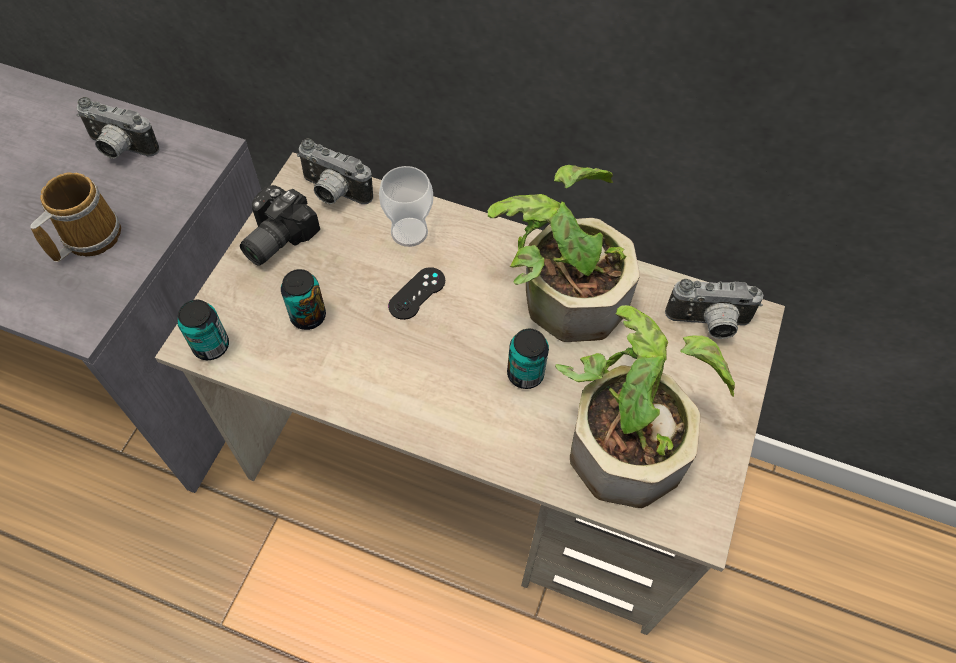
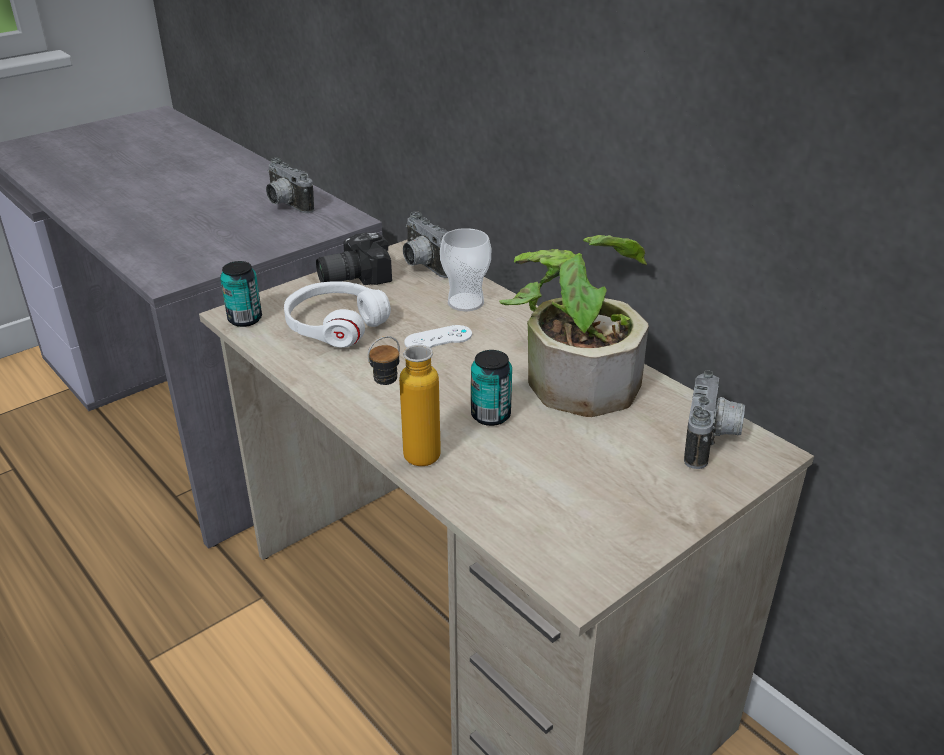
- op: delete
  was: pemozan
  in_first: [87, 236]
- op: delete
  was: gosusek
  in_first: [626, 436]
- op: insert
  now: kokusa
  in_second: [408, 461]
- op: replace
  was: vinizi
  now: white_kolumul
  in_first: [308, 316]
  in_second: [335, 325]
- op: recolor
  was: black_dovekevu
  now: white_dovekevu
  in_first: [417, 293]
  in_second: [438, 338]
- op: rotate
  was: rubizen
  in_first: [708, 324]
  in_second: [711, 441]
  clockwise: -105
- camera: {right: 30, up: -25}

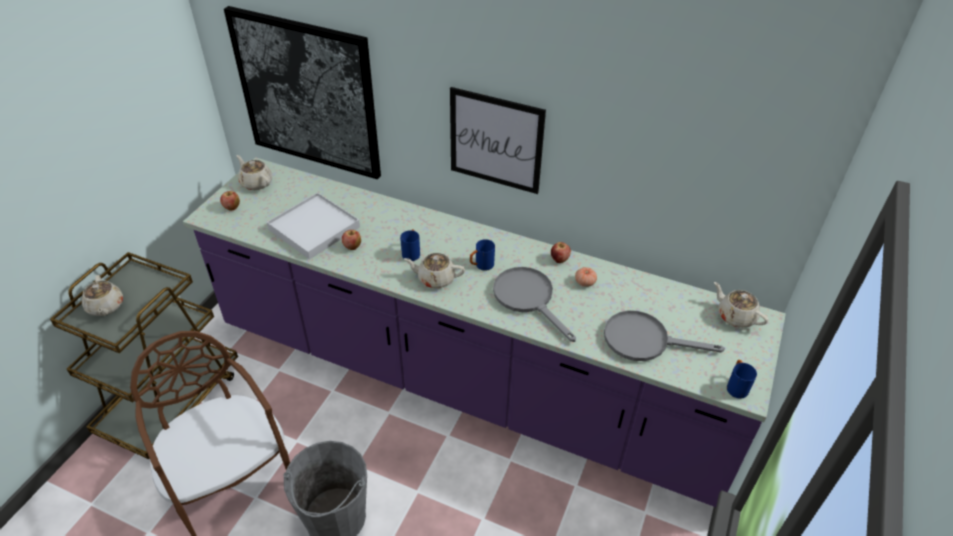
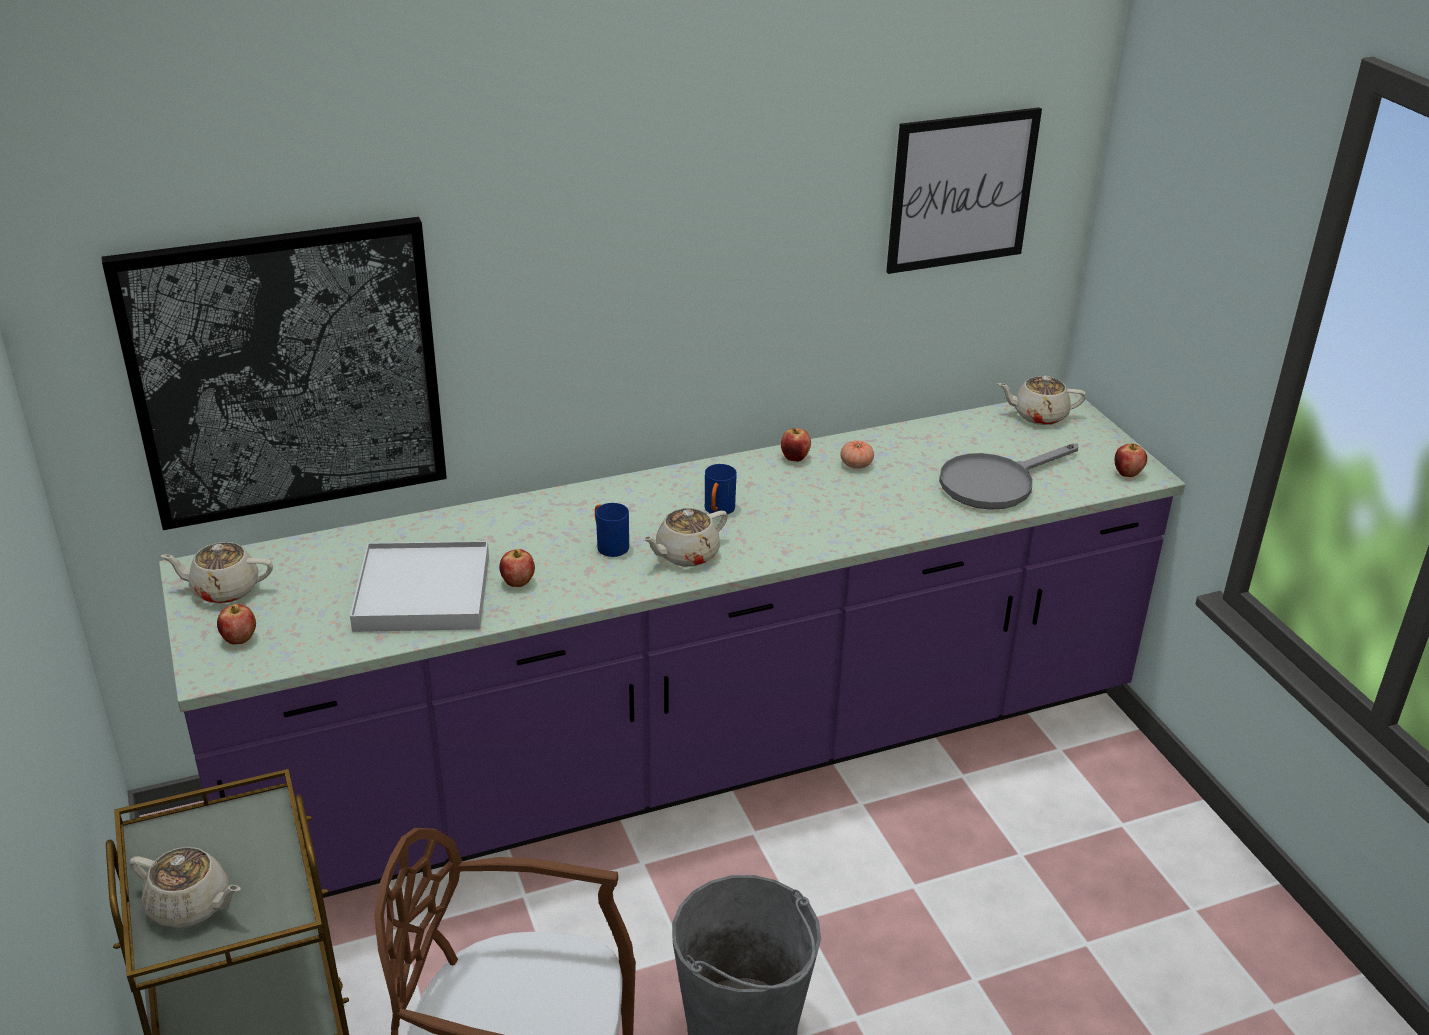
- op: delete
  was: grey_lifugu
  in_first: [528, 298]
- op: move
  was: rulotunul
  in_first: [496, 141]
  in_second: [961, 190]
- op: replace
  was: blue_pemozan
  now: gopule
  in_first: [736, 386]
  in_second: [1127, 474]
- camera: {right: -45, up: -10}

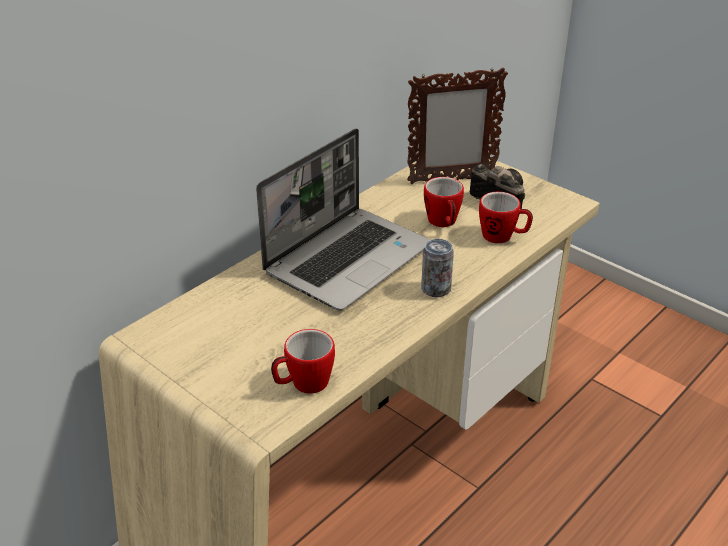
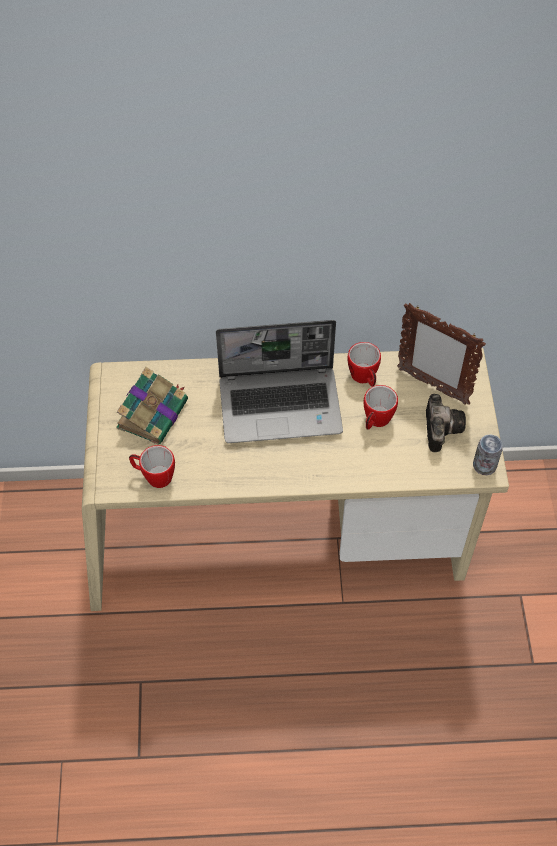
- op: insert
  now: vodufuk
  in_second: [153, 413]
- op: move
  was: vinizi
  in_first: [436, 289]
  in_second: [484, 465]
- op: move
  was: pemozan
  in_first: [503, 237]
  in_second: [364, 378]
- camera: {right: 45, up: 20}

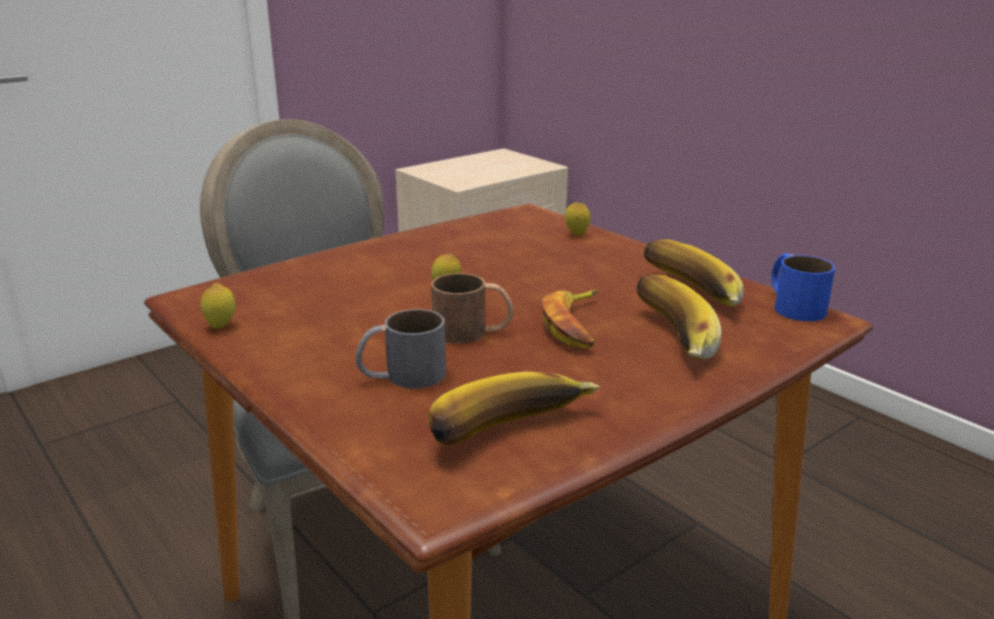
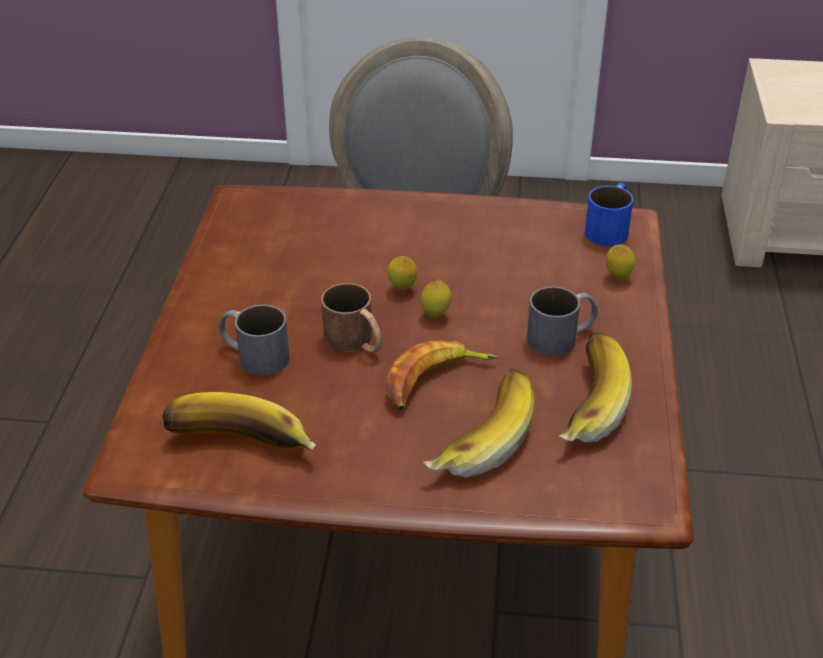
- op: insert
  now: grey_pemozan
  in_second: [562, 336]
- op: move
  was: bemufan
  in_first: [221, 326]
  in_second: [435, 315]
- op: move
  was: blue_pemozan
  in_first: [792, 305]
  in_second: [610, 228]
- camera: {right: 45, up: 15}

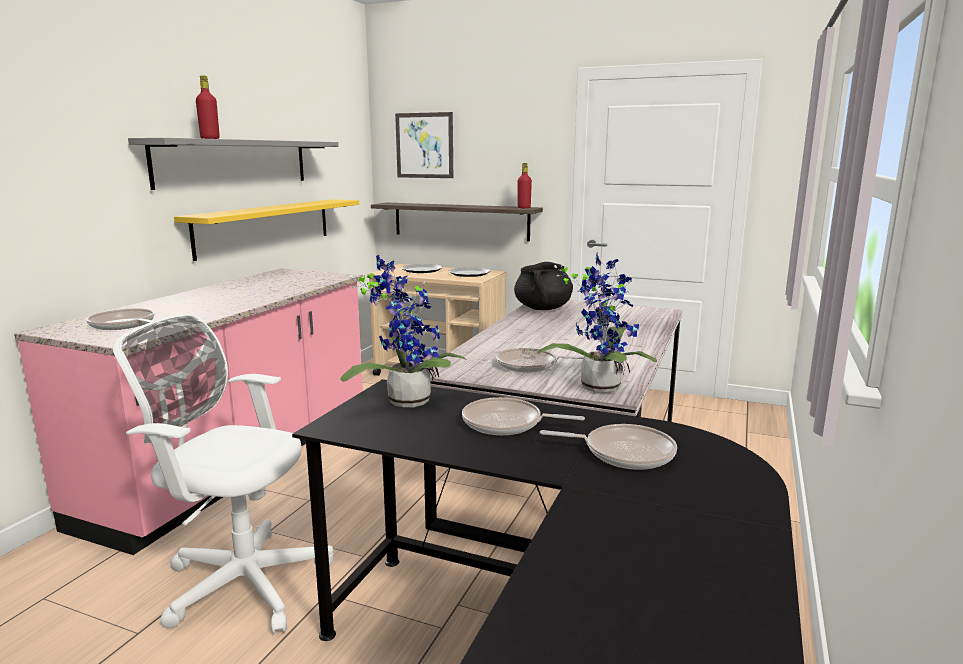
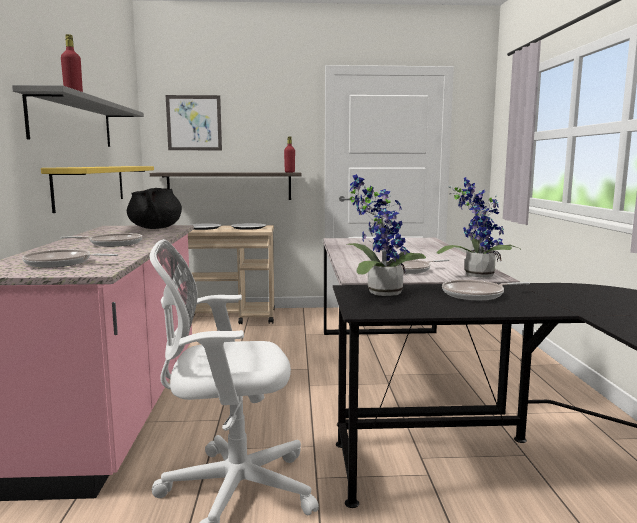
- op: move
  was: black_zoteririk
  in_first: [543, 308]
  in_second: [155, 228]
- op: move
  was: lifugu
  in_first: [623, 453]
  in_second: [112, 244]
- camera: {right: -25, up: -5}

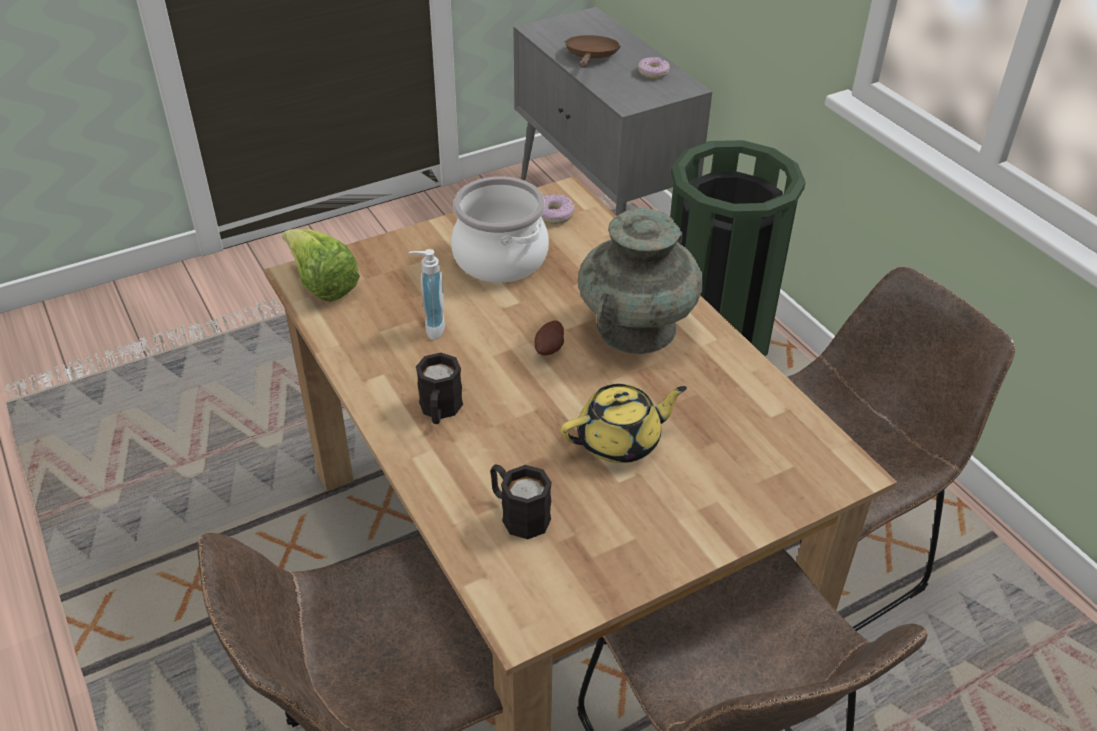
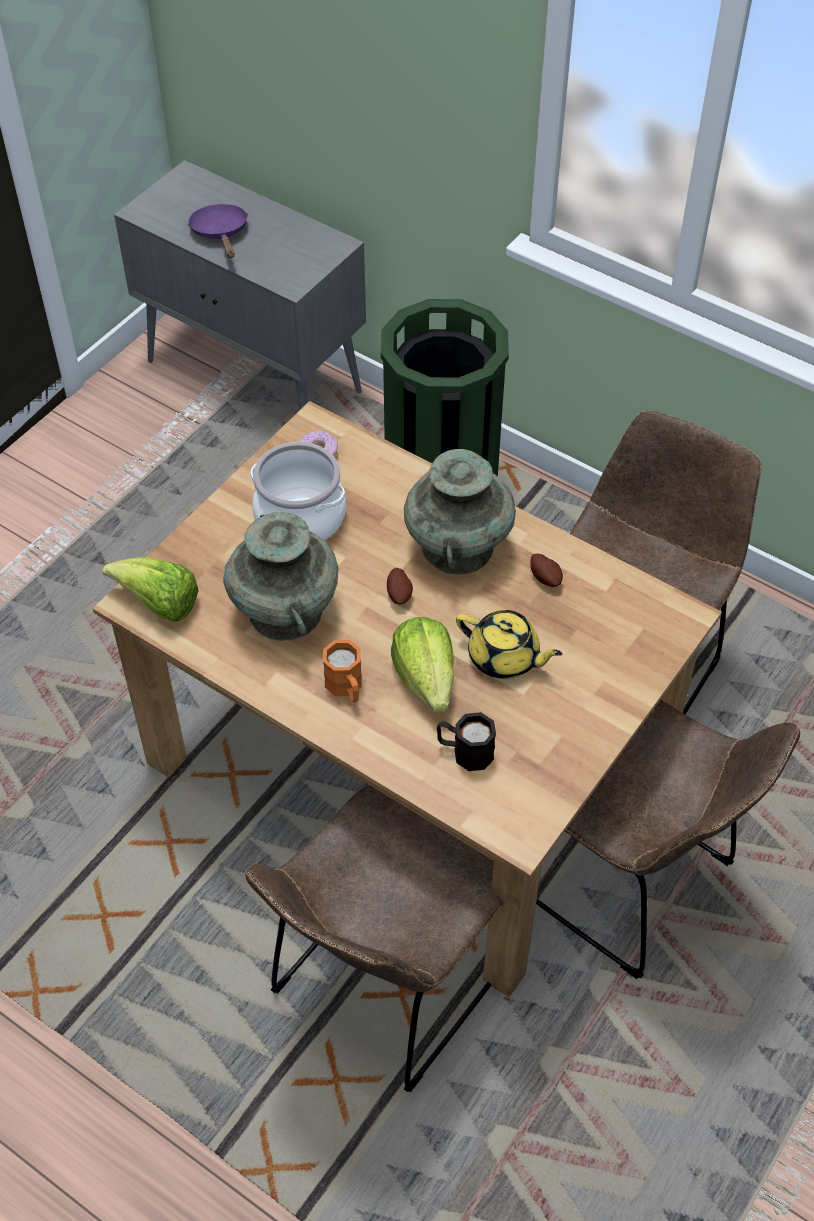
- op: delete
  was: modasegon
  in_first: [653, 72]
- op: insert
  now: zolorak
  in_second: [426, 679]
- op: insert
  now: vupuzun
  in_second: [546, 578]
- op: replace
  was: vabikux
  now: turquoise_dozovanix
  in_first: [430, 327]
  in_second: [285, 611]
- op: recolor
  was: black_pemozan
  now: orange_pemozan
  in_first: [439, 410]
  in_second: [346, 687]
- op: recolor
  was: brown_lifugu
  now: purple_lifugu
  in_first: [591, 57]
  in_second: [220, 233]
- op: rotate
  was: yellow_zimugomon
  in_first: [620, 441]
  in_second: [505, 658]
  clockwise: 75
- camera: {right: -25, up: 10}

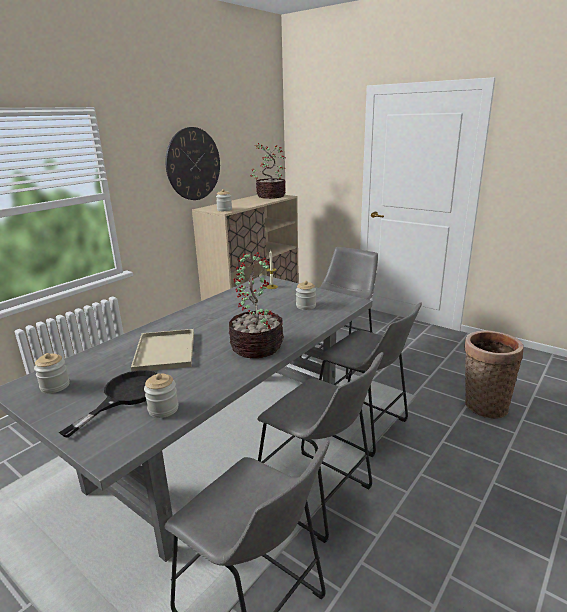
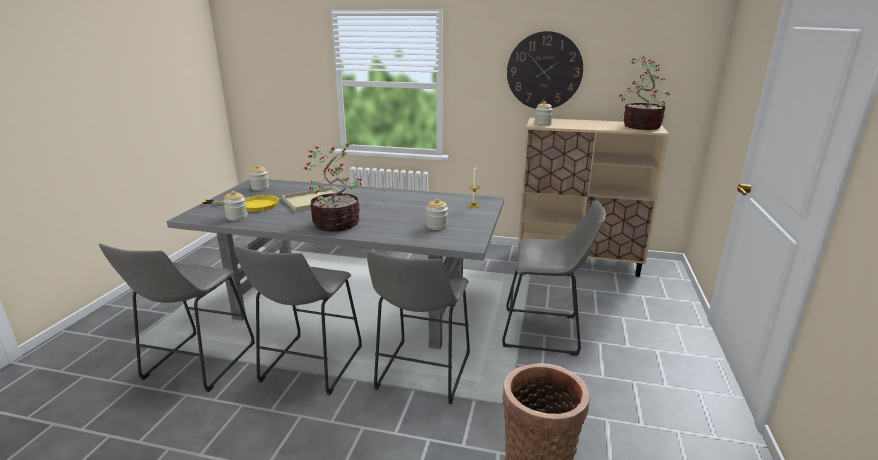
- op: recolor
  was: black_lifugu
  now: yellow_lifugu
  in_first: [125, 396]
  in_second: [251, 205]
- camera: {right: 65, up: 0}

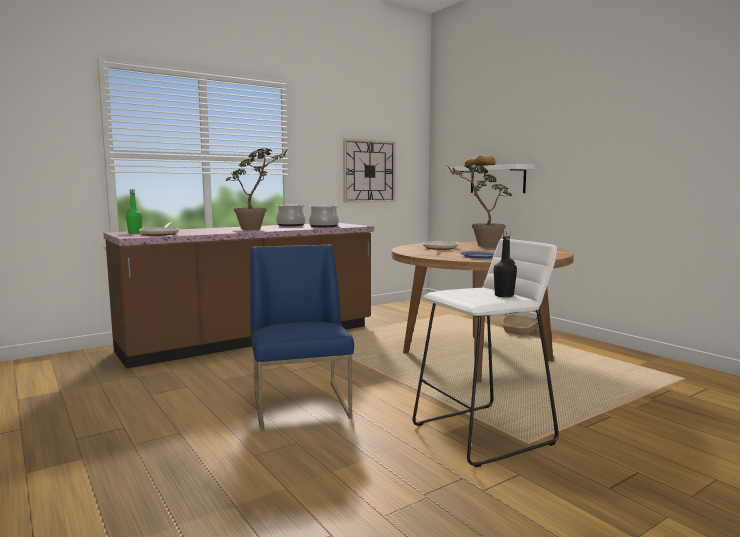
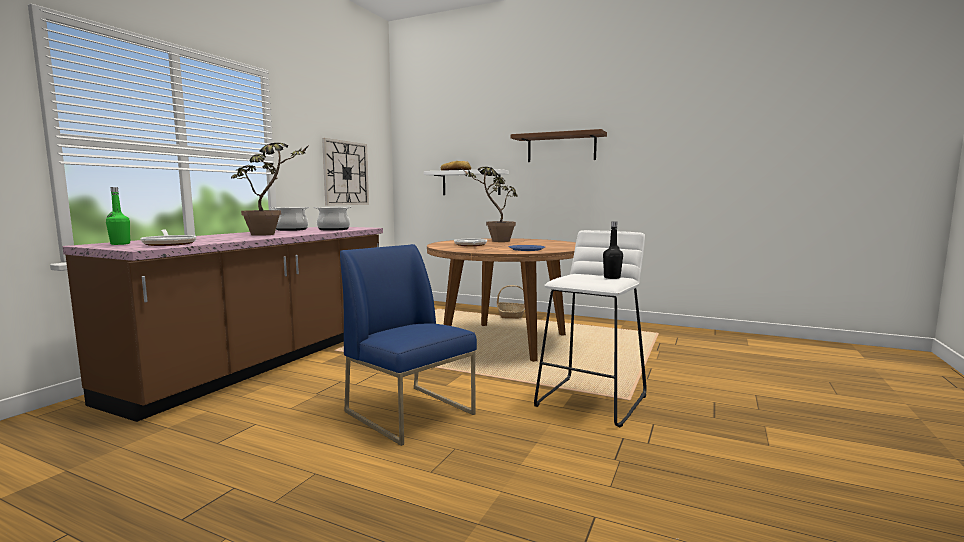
- op: insert
  now: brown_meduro
  in_second: [561, 147]
- camera: {right: -30, up: 0}

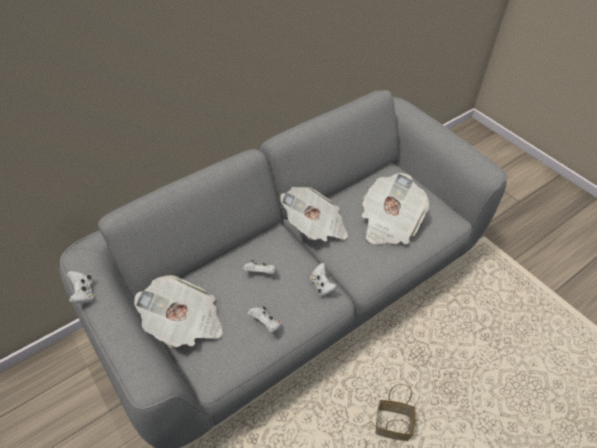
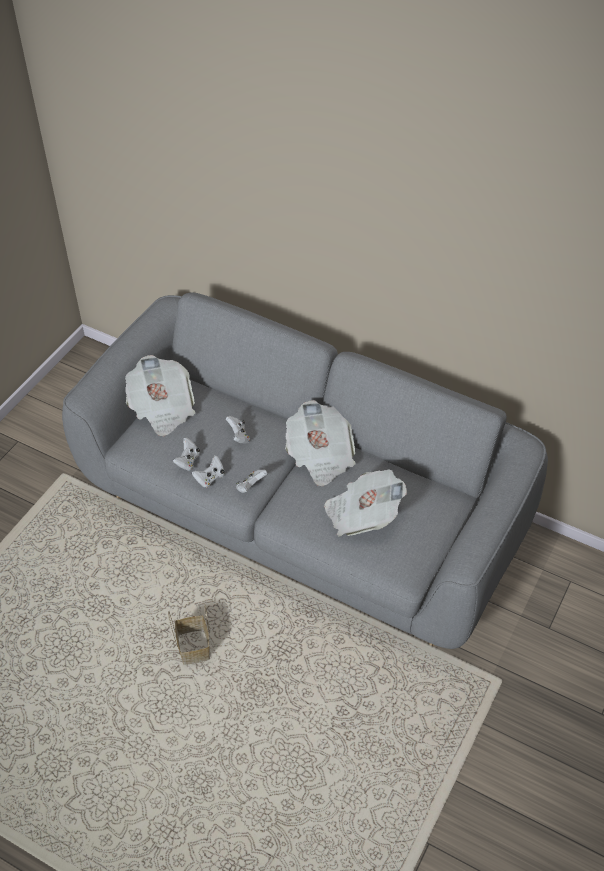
- op: move
  was: white_dovekevu
  in_first: [84, 293]
  in_second: [210, 478]
- camera: {right: 65, up: 0}

